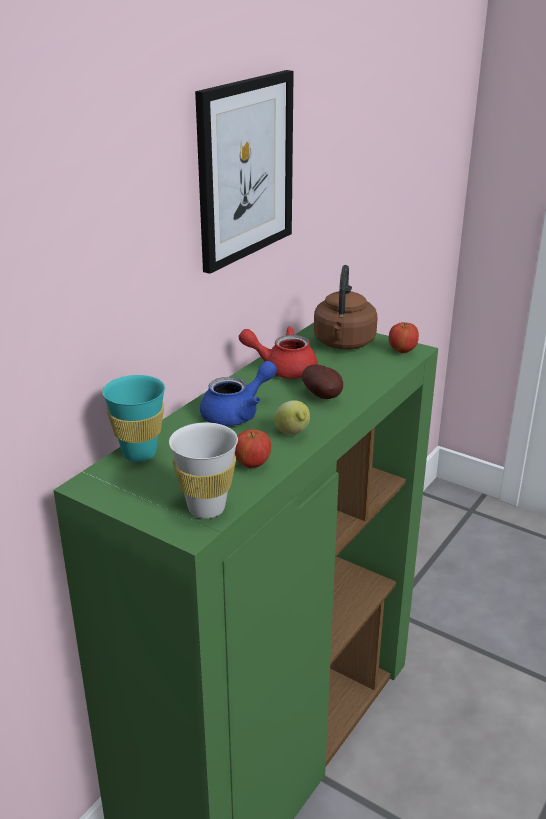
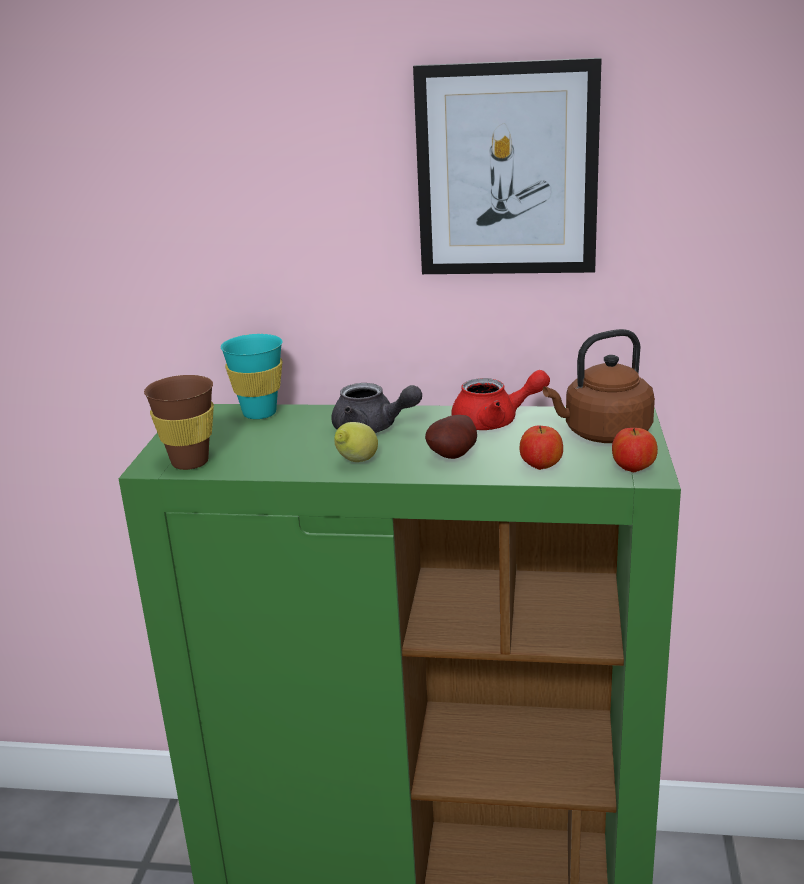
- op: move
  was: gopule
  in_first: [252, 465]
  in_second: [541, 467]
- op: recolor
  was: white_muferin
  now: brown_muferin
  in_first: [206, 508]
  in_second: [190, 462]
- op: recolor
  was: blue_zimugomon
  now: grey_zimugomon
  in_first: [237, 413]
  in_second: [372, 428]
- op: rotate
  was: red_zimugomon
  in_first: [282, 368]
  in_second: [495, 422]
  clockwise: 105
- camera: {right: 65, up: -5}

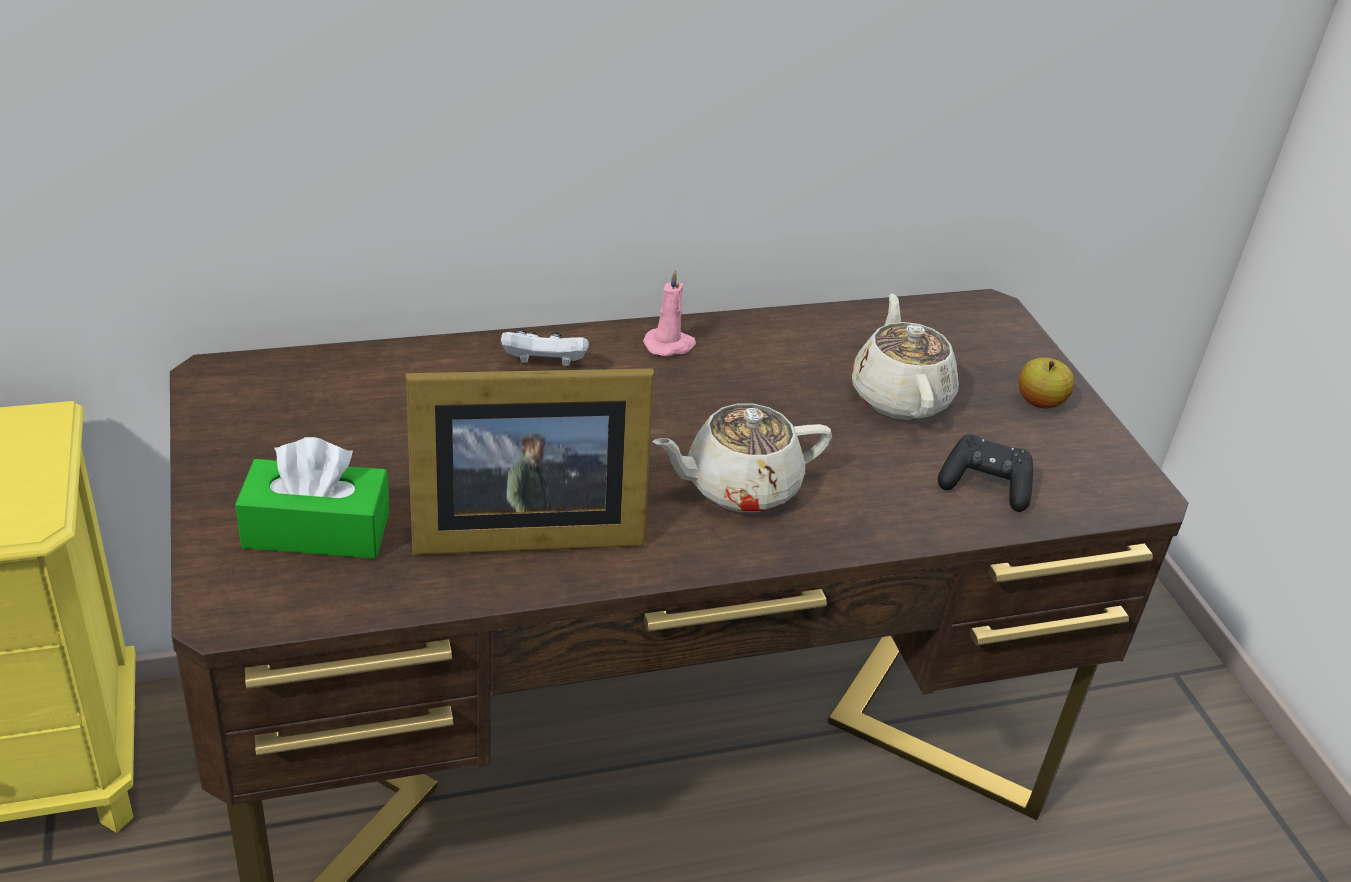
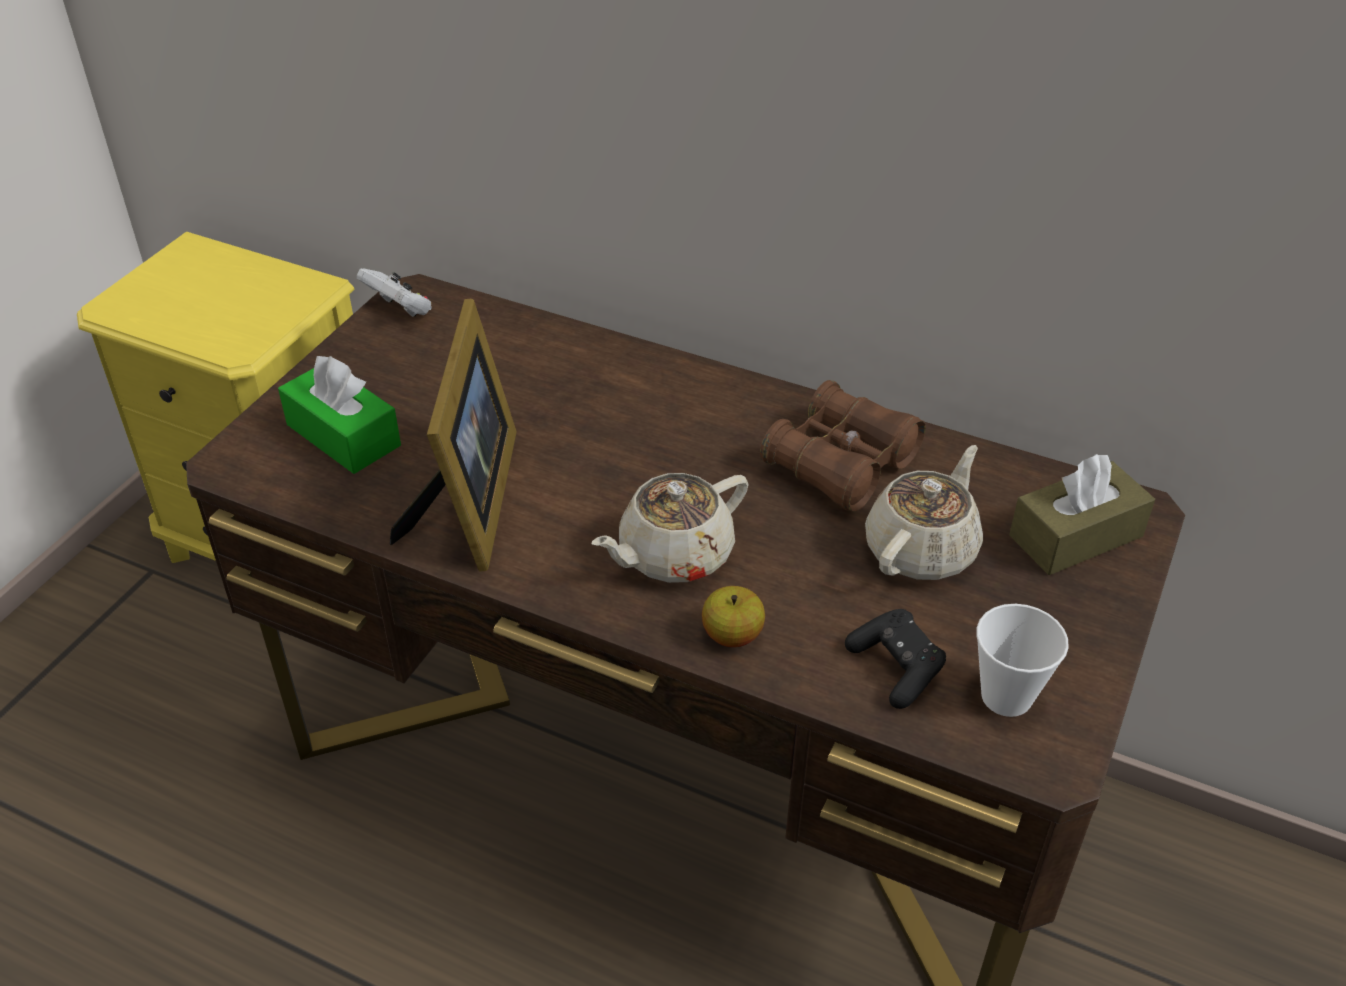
- op: delete
  was: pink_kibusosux
  in_first: [670, 345]
- op: insert
  now: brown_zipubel
  in_second: [841, 464]
- op: insert
  now: muferin
  in_second: [1006, 696]
- op: insert
  now: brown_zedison
  in_second: [1075, 536]
- op: move
  was: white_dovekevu
  in_first: [544, 366]
  in_second: [399, 310]
- op: move
  was: gopule
  in_first: [1040, 402]
  in_second: [732, 635]
- op: rotate
  was: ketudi
  in_first: [519, 528]
  in_second: [470, 502]
  clockwise: -120
- op: rotate
  was: beige_zimugomon
  in_first: [739, 487]
  in_second: [673, 555]
  clockwise: -60
- camera: {right: 45, up: 5}

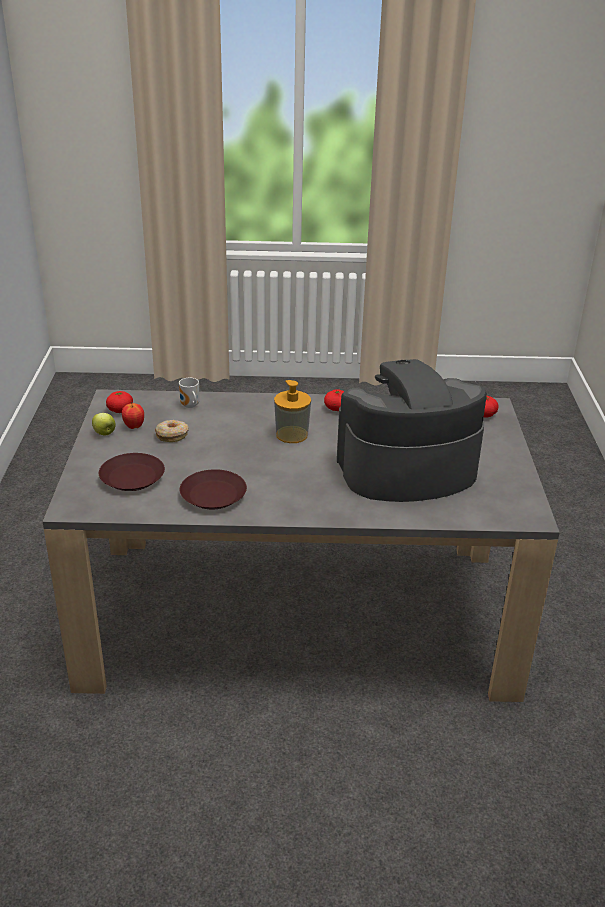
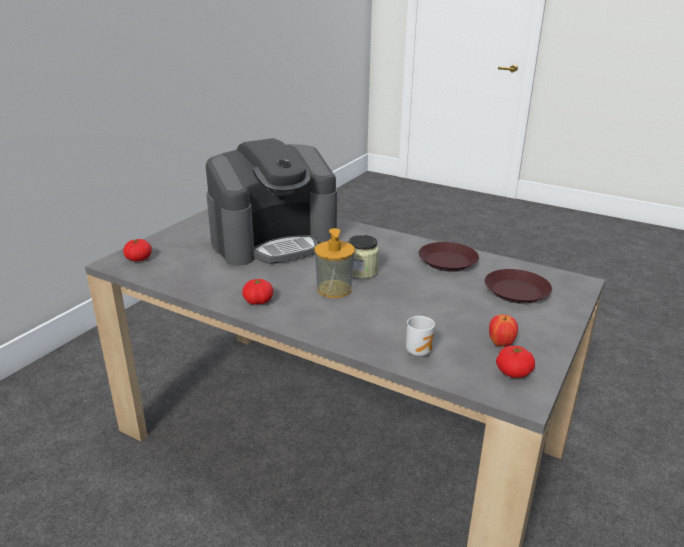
- op: delete
  was: gopule
  in_first: [105, 433]
- op: delete
  was: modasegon
  in_first: [172, 435]
- op: insert
  now: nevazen
  in_second: [361, 271]
- op: rotate
  was: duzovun
  in_first: [406, 469]
  in_second: [274, 241]
  clockwise: -45
- camera: {right: -150, up: -5}

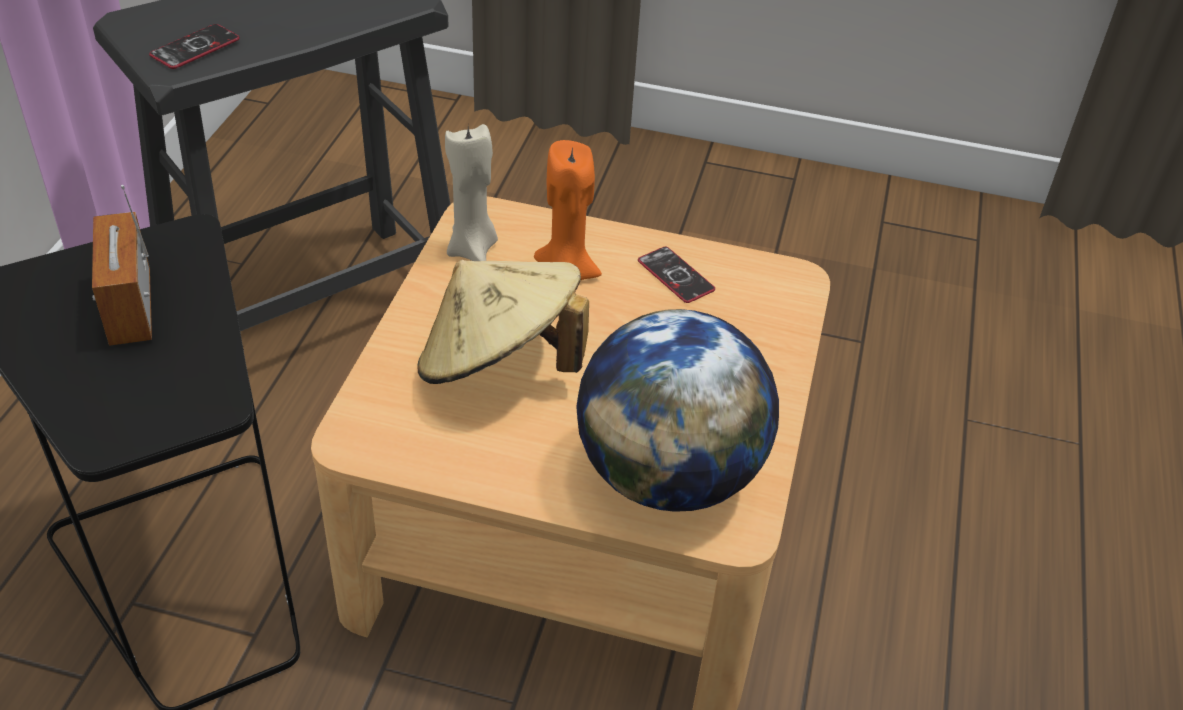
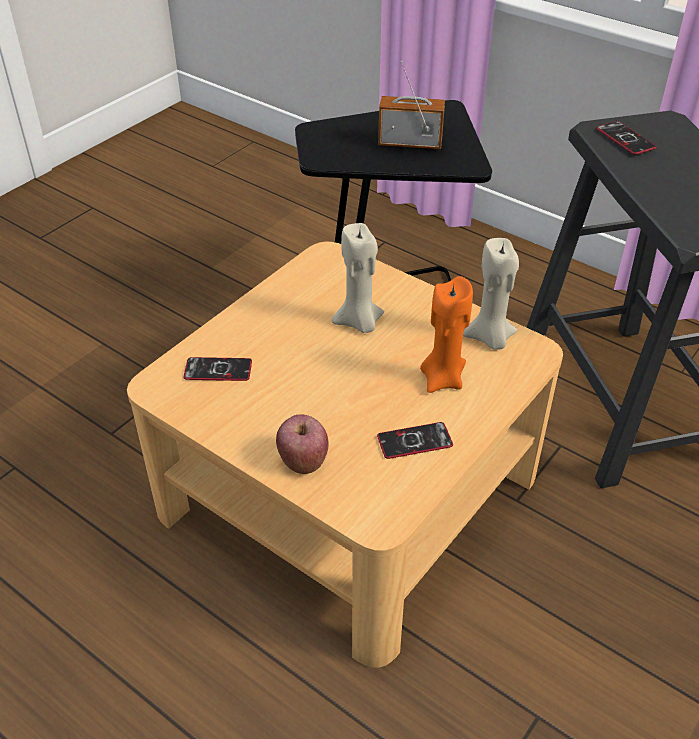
- op: insert
  now: gopule
  in_second: [303, 461]
- op: replace
  was: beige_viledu
  now: beige_kibusosux
  in_first: [499, 365]
  in_second: [359, 323]
- op: replace
  was: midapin
  now: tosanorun
  in_first: [669, 476]
  in_second: [218, 370]
- camera: {right: 115, up: 0}

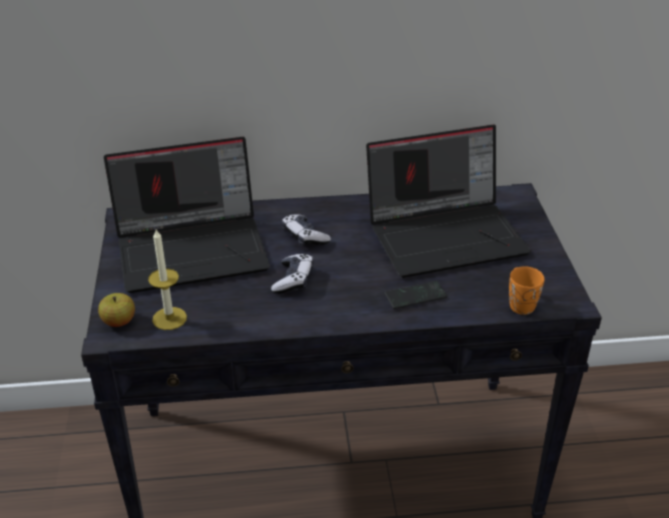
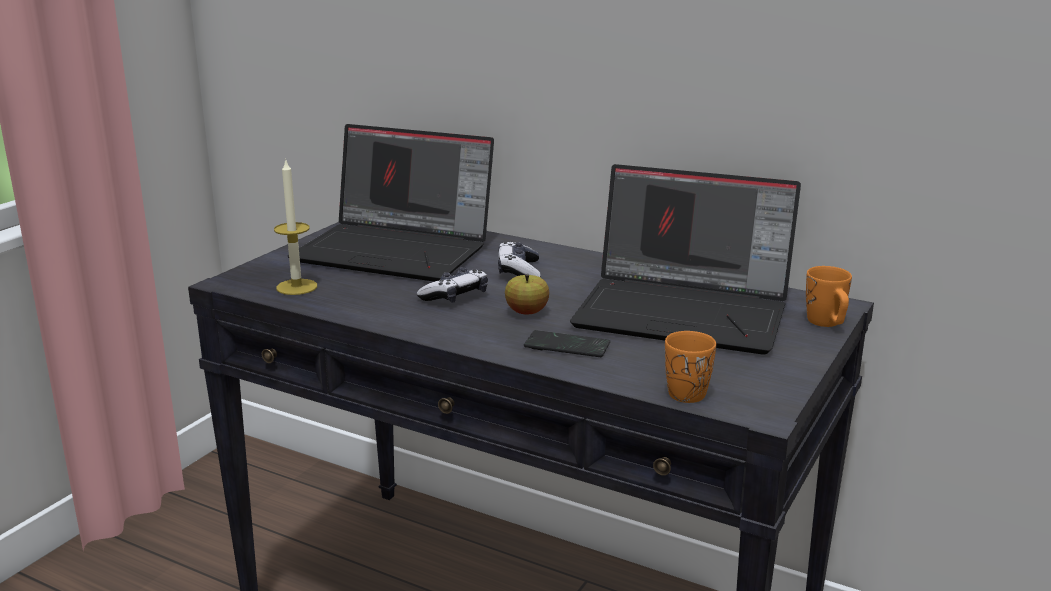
- op: insert
  now: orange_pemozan
  in_second: [827, 323]
- op: move
  was: gopule
  in_first: [119, 322]
  in_second: [527, 312]
- camera: {right: 35, up: -15}

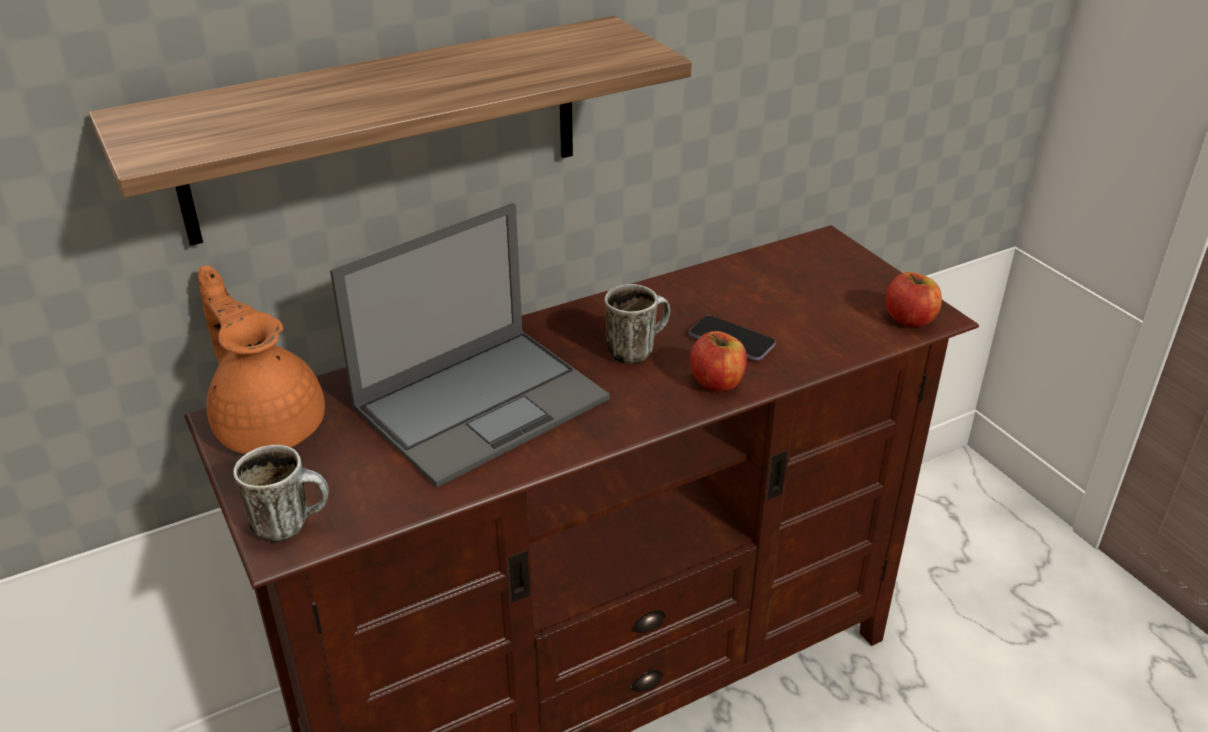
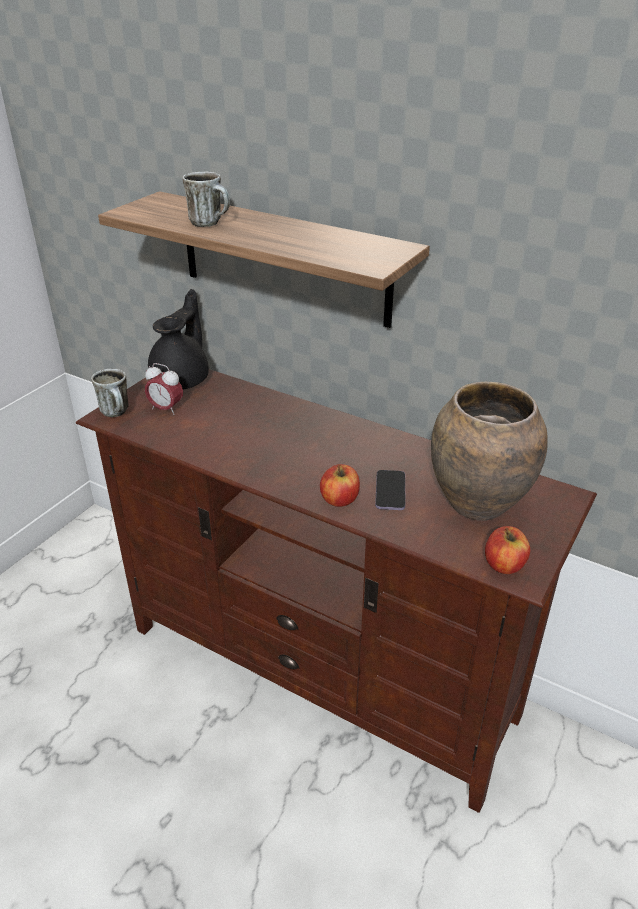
- op: delete
  was: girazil
  in_first: [483, 402]
- op: insert
  now: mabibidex
  in_second: [166, 409]
- op: insert
  now: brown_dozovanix
  in_second: [477, 504]
- op: move
  was: pemozan
  in_first: [636, 350]
  in_second: [211, 223]
- op: recolor
  was: orange_zimugomon
  now: black_zimugomon
  in_first: [269, 424]
  in_second: [182, 379]
- camera: {right: 60, up: 0}

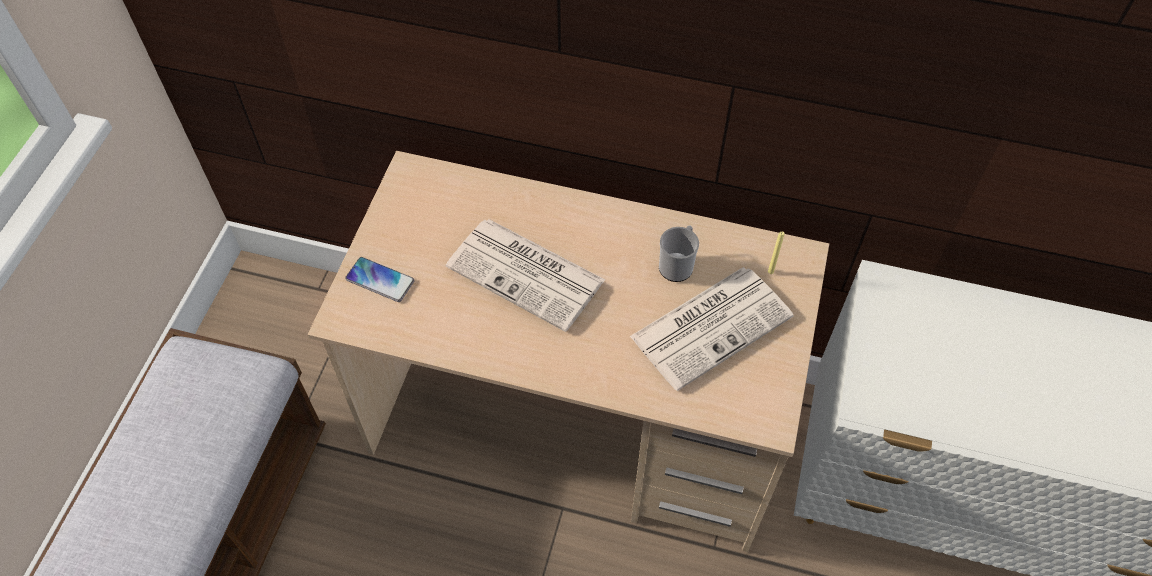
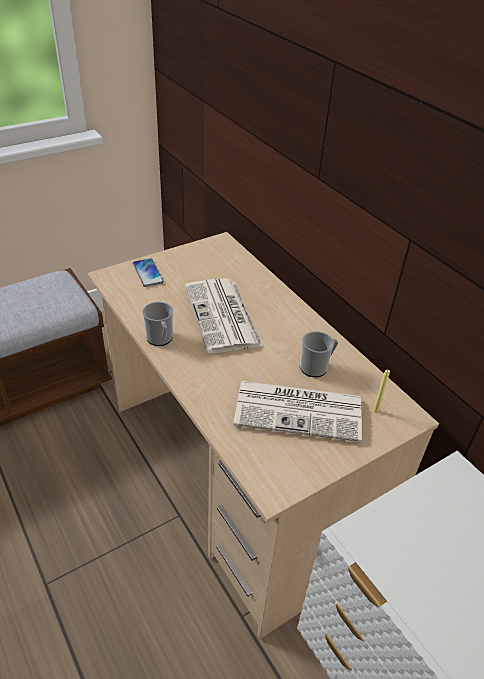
- op: insert
  now: pemozan
  in_second: [160, 339]
- camera: {right: 40, up: -15}

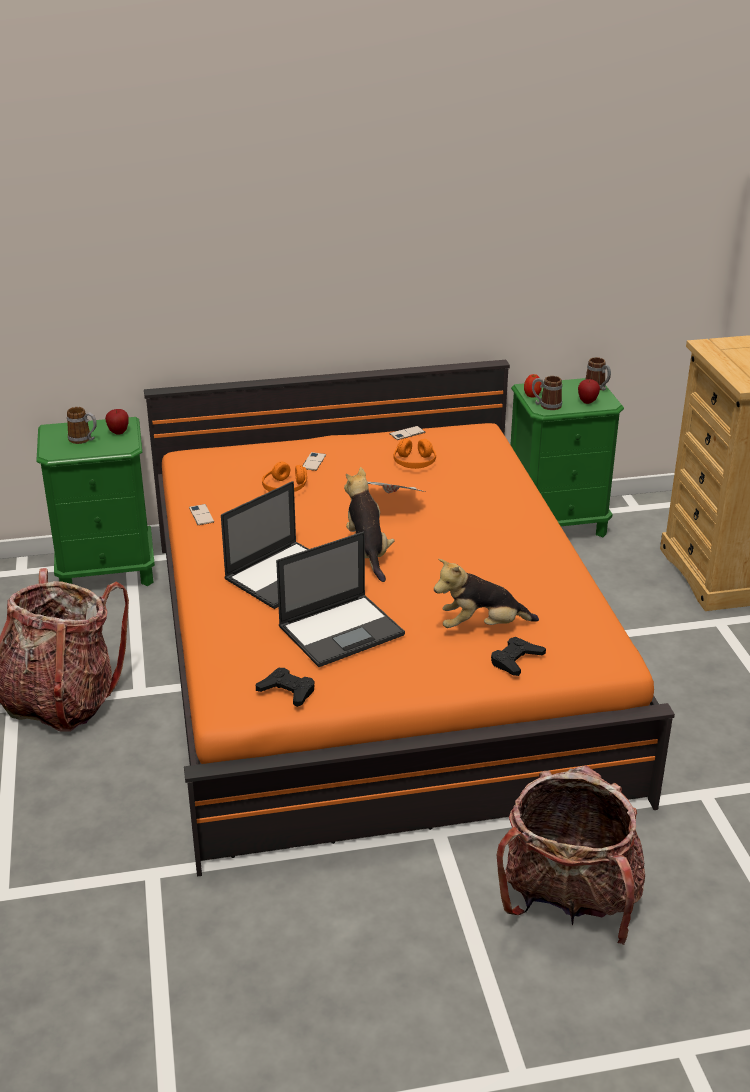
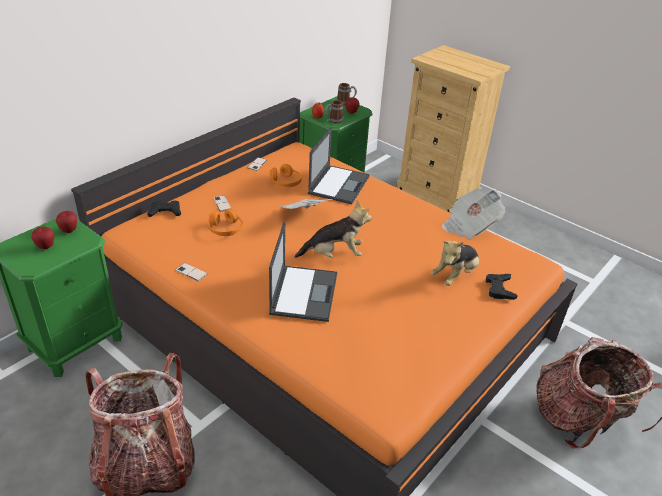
- op: insert
  now: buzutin
  in_second: [469, 226]
- op: move
  was: black_dovekevu
  in_first: [287, 691]
  in_second: [165, 212]
- op: move
  was: girazil
  in_first: [342, 630]
  in_second: [339, 184]
- op: replace
  was: pemozan
  now: gopule
  in_first: [84, 440]
  in_second: [46, 247]
- op: rotate
  was: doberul
  in_first: [367, 553]
  in_second: [334, 255]
  clockwise: 135
- camera: {right: -40, up: 5}

